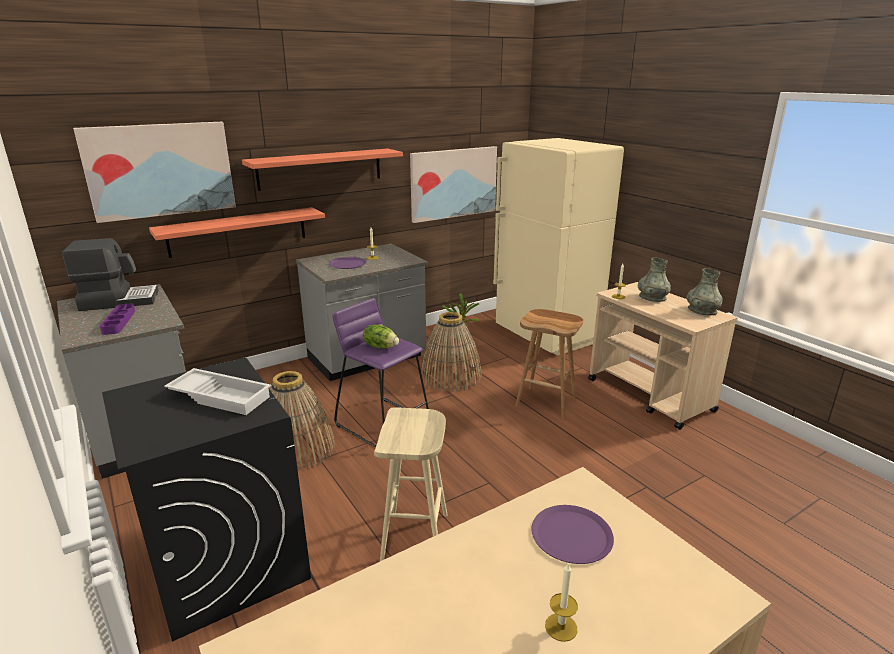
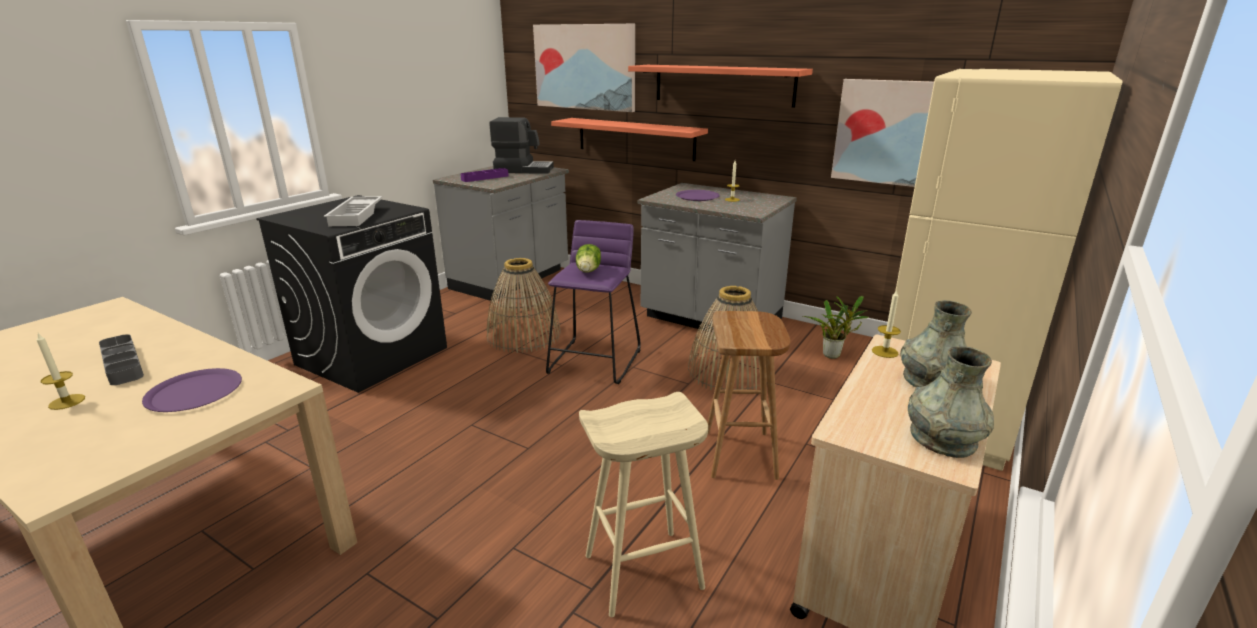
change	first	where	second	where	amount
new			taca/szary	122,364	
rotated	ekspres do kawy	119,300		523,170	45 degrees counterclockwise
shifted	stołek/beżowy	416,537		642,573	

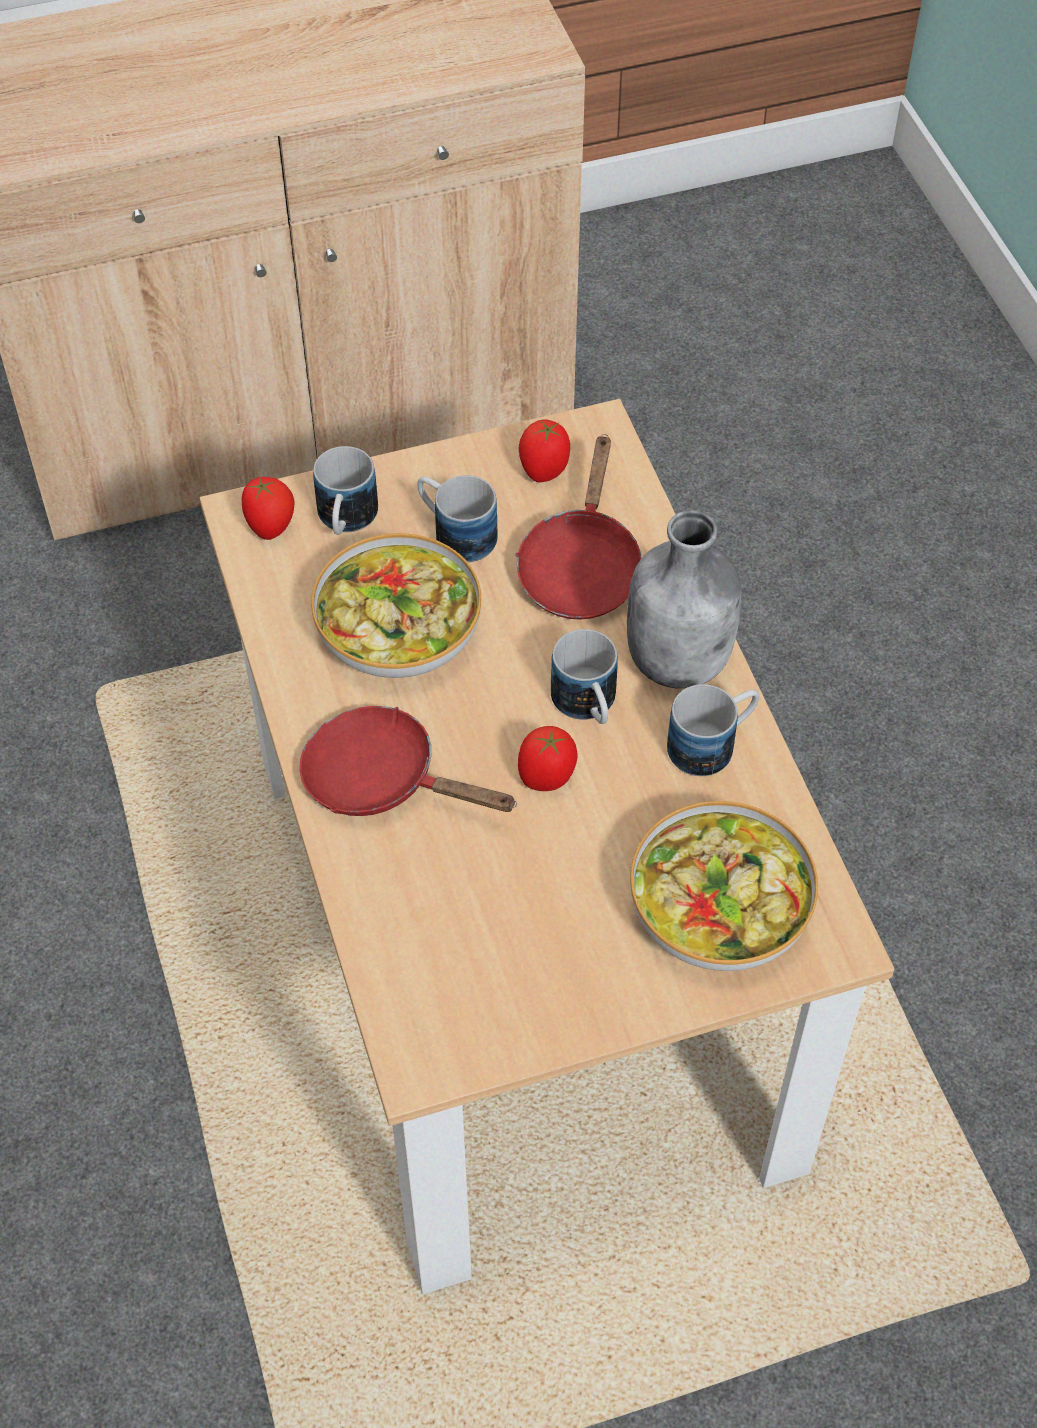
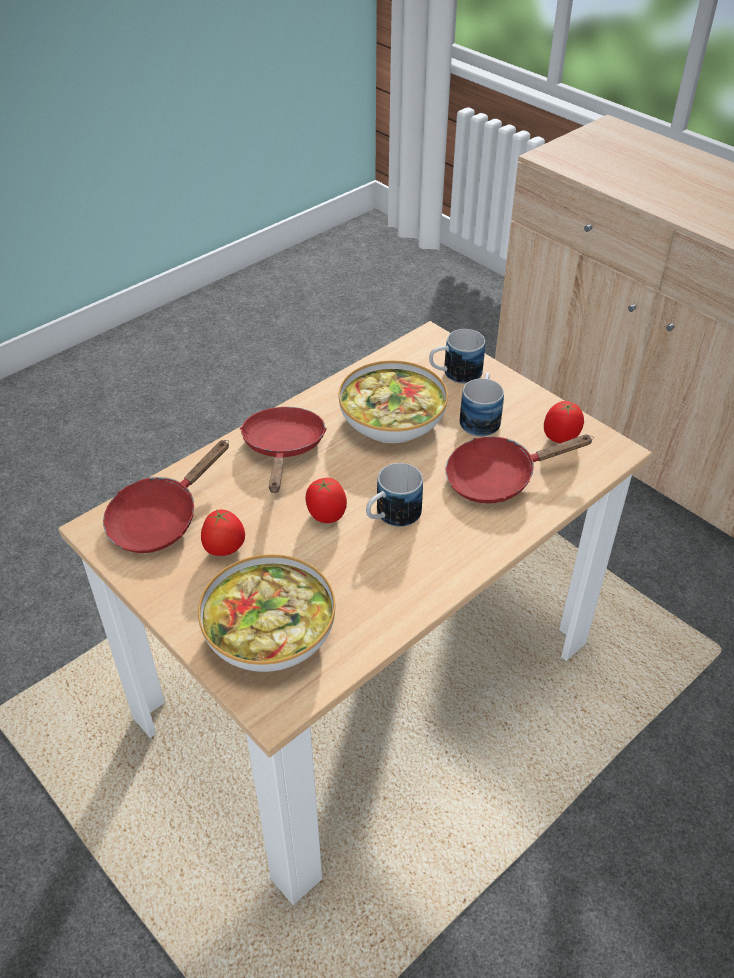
change	first	where	second	where	amount
new			patelnia/czerwony	160,519	
shifted	pomidor	271,527		225,550	
gone	butelka/szary	680,660			
gone	kubek	713,743			

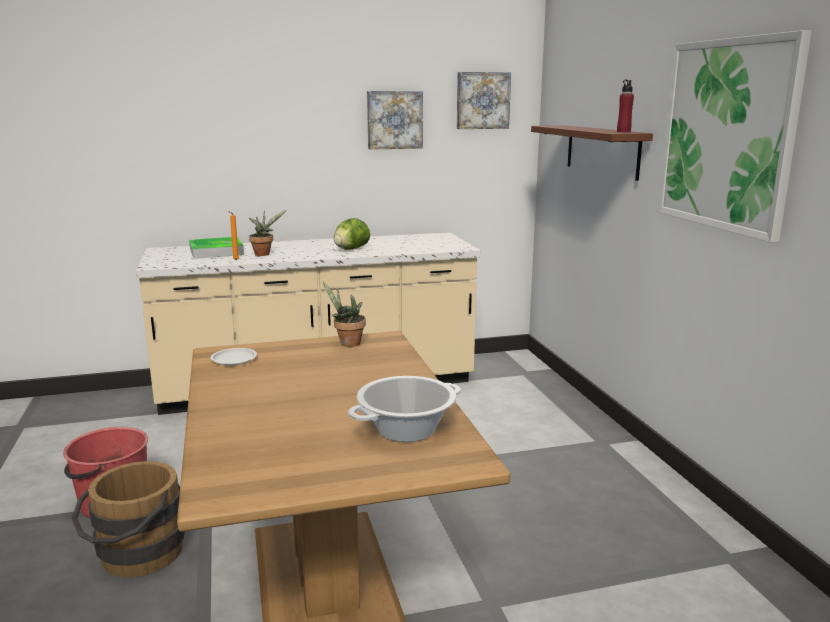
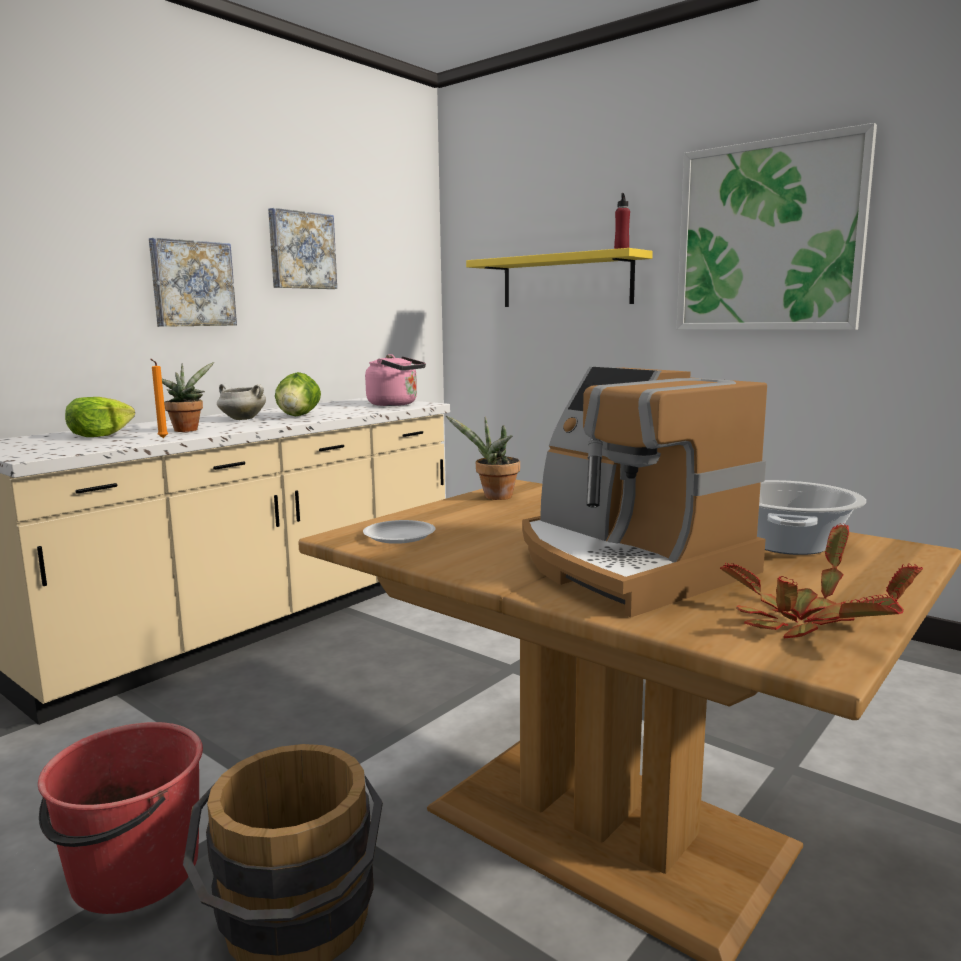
change	first	where	second	where	amount
swapped	taca	216,251	sałata	100,435	
shifted	obraz	482,100		192,284	
new			garnek/biały	242,419	
new			czajnik/różowy	395,404	
repainted	półka/brązowy	602,151	półka/żółty	566,281	
new			ekspres do kawy	626,565	
new			roślina doniczkowa	807,623	

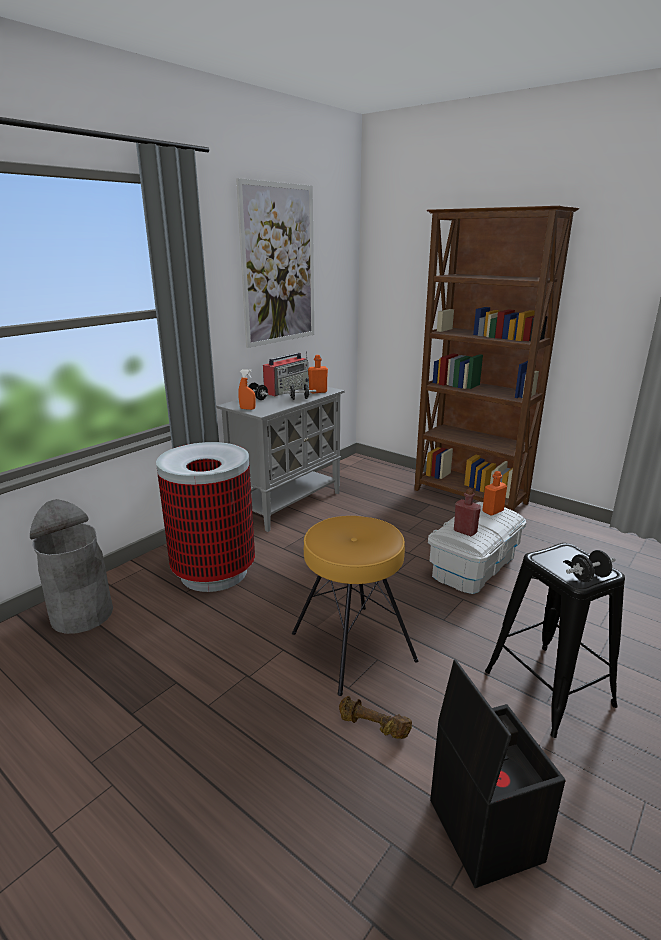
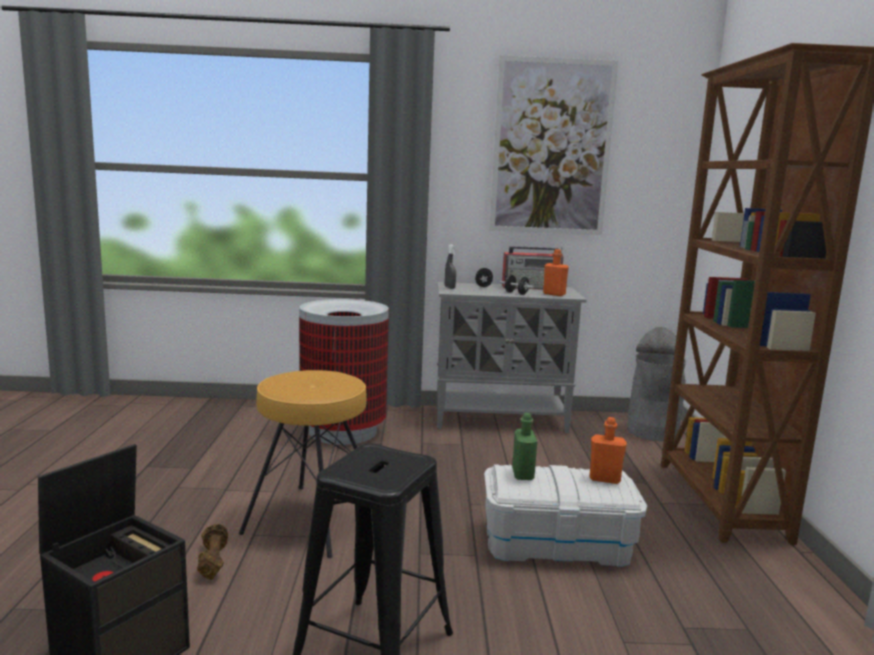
change	first	where	second	where	amount
repainted	spryskiwacz/pomarańczowy	247,409	spryskiwacz/szary	449,288	
repainted	butelka/czerwony	465,531	butelka/zielony	522,474	
shifted	kosz na śmieci/szary	82,614		652,431	
gone	hantel/czarny	588,577			

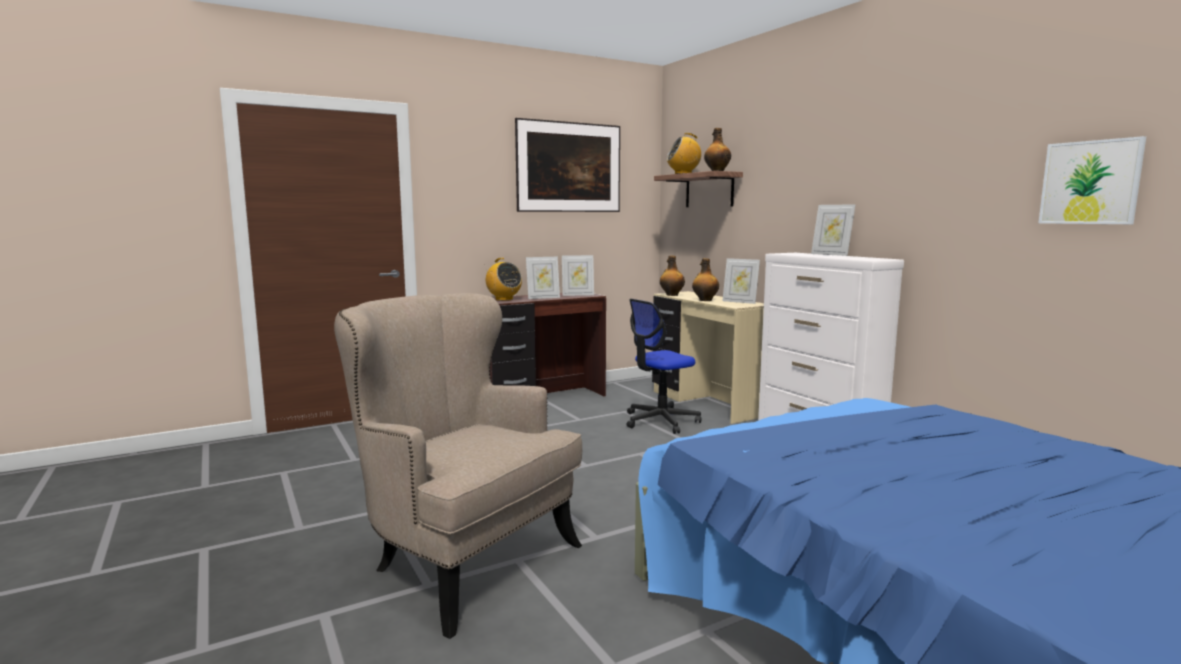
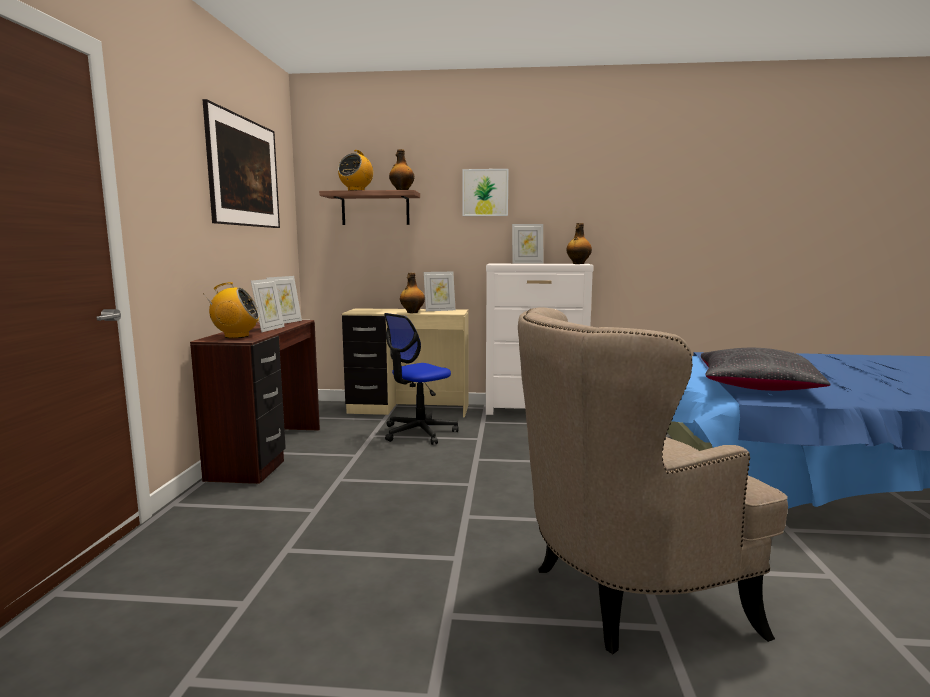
change	first	where	second	where	amount
rotated	krzesło biurowe	660,421		419,432	45 degrees clockwise
shifted	obraz	1090,182		485,192	
shifted	butelka	671,295		578,264	
new			poduszka/czarny	756,387	

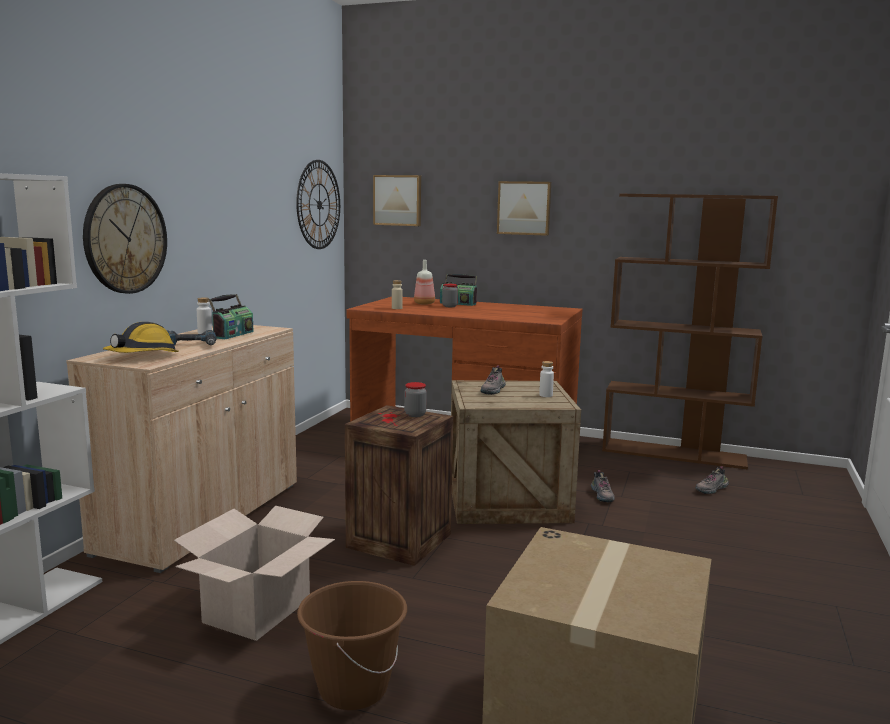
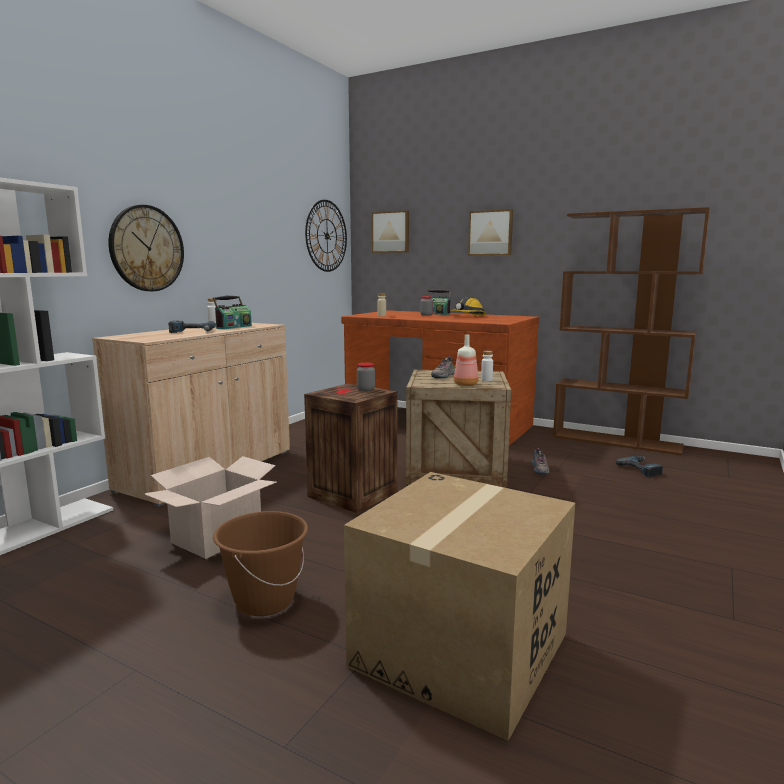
change	first	where	second	where	amount
shifted	kask	143,356		468,316	
shifted	butelka	424,303		466,384	
swapped	but	712,489	wiertarka	642,469	

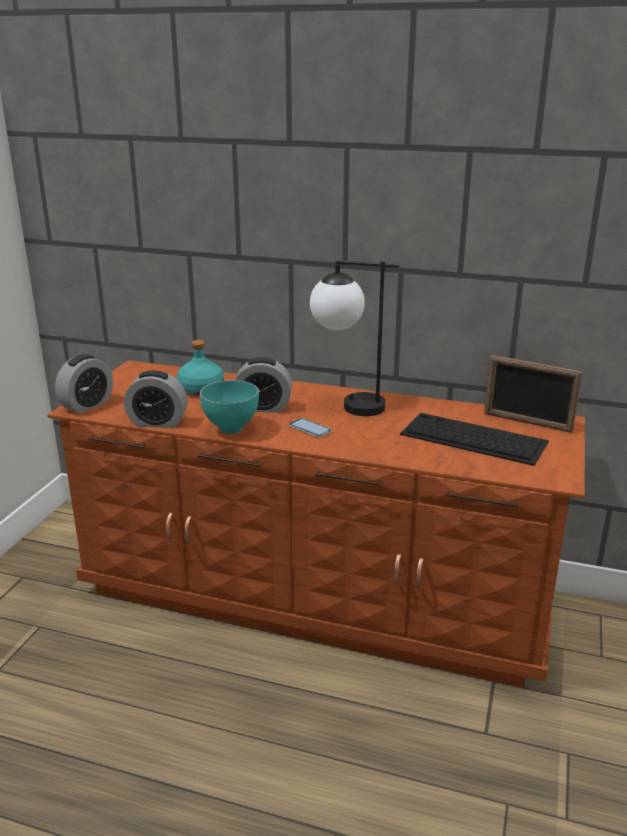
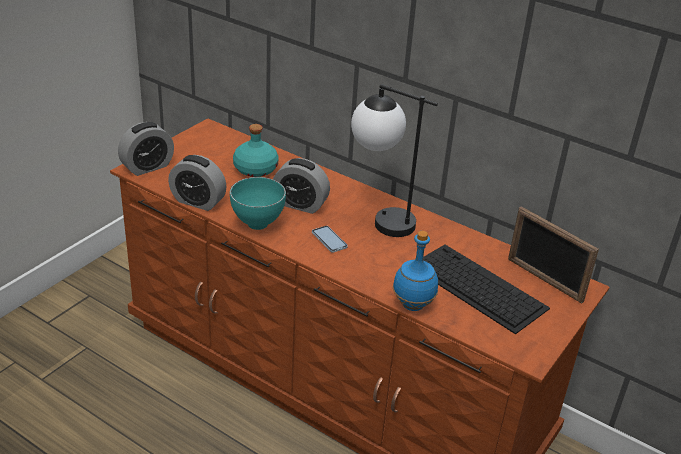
change	first	where	second	where	amount
new			butelka/niebieski	412,305	

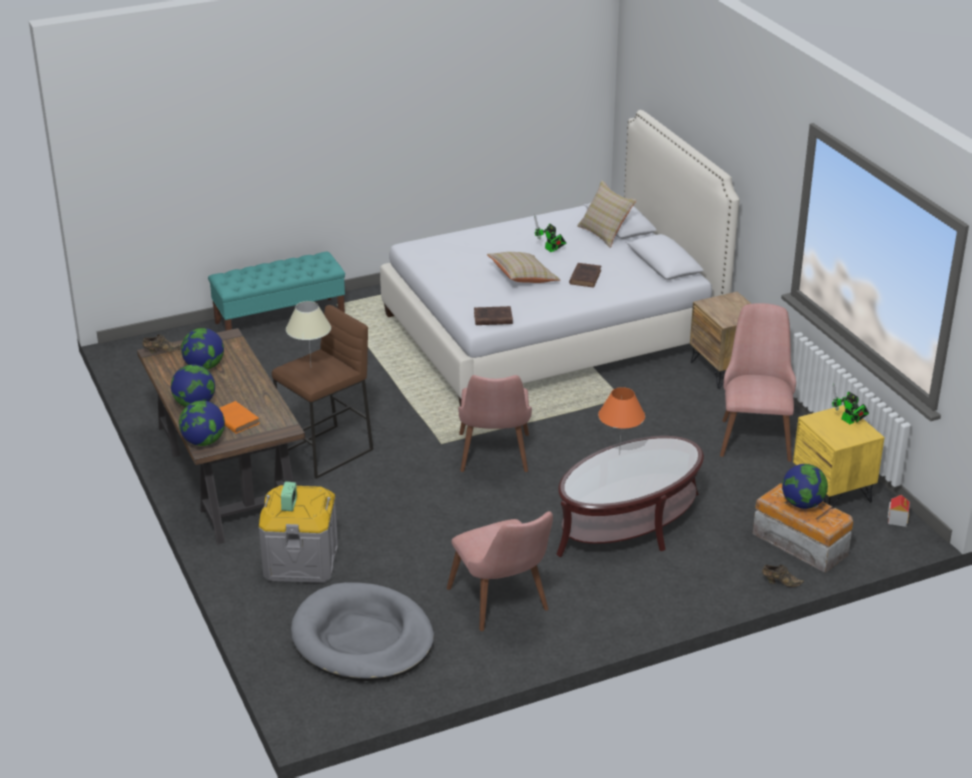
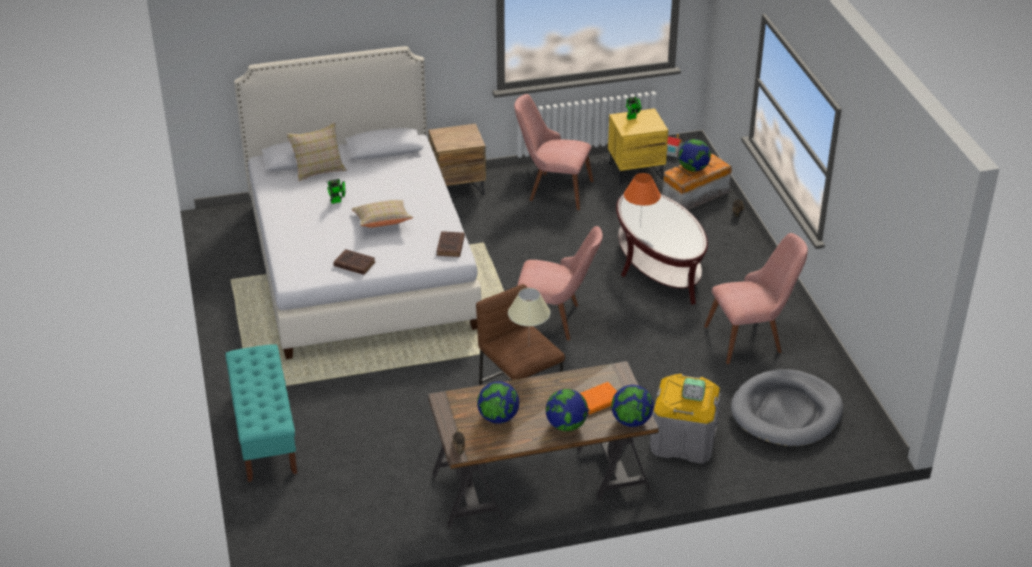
change	first	where	second	where	amount
shifted	książka/brązowy	585,277		353,264	

